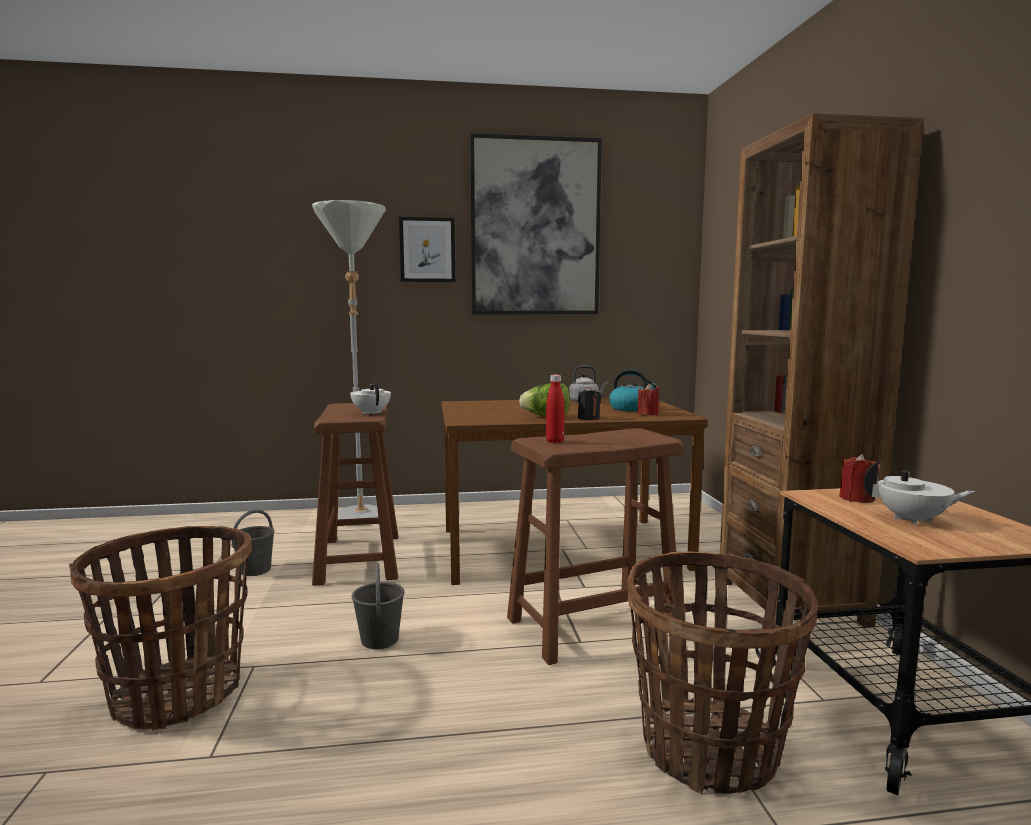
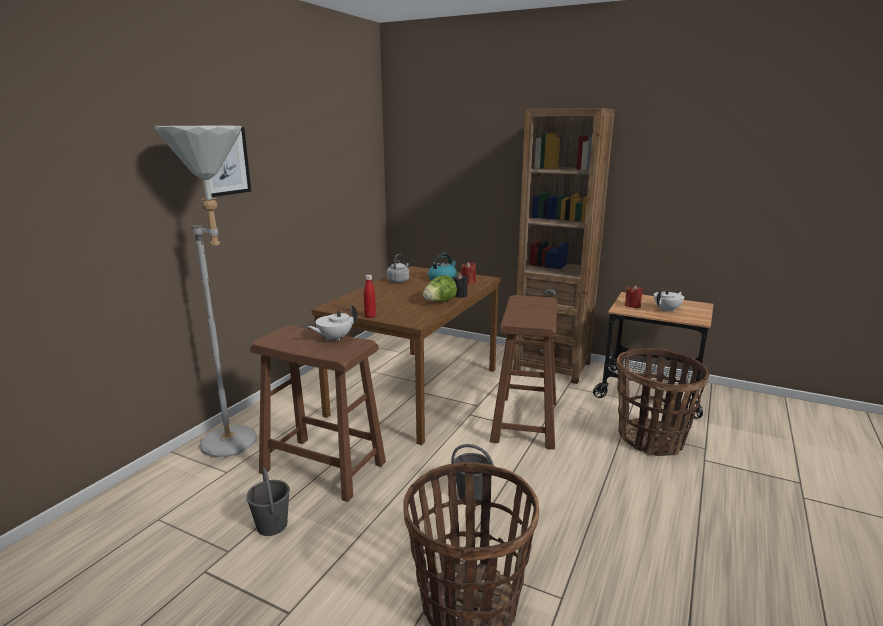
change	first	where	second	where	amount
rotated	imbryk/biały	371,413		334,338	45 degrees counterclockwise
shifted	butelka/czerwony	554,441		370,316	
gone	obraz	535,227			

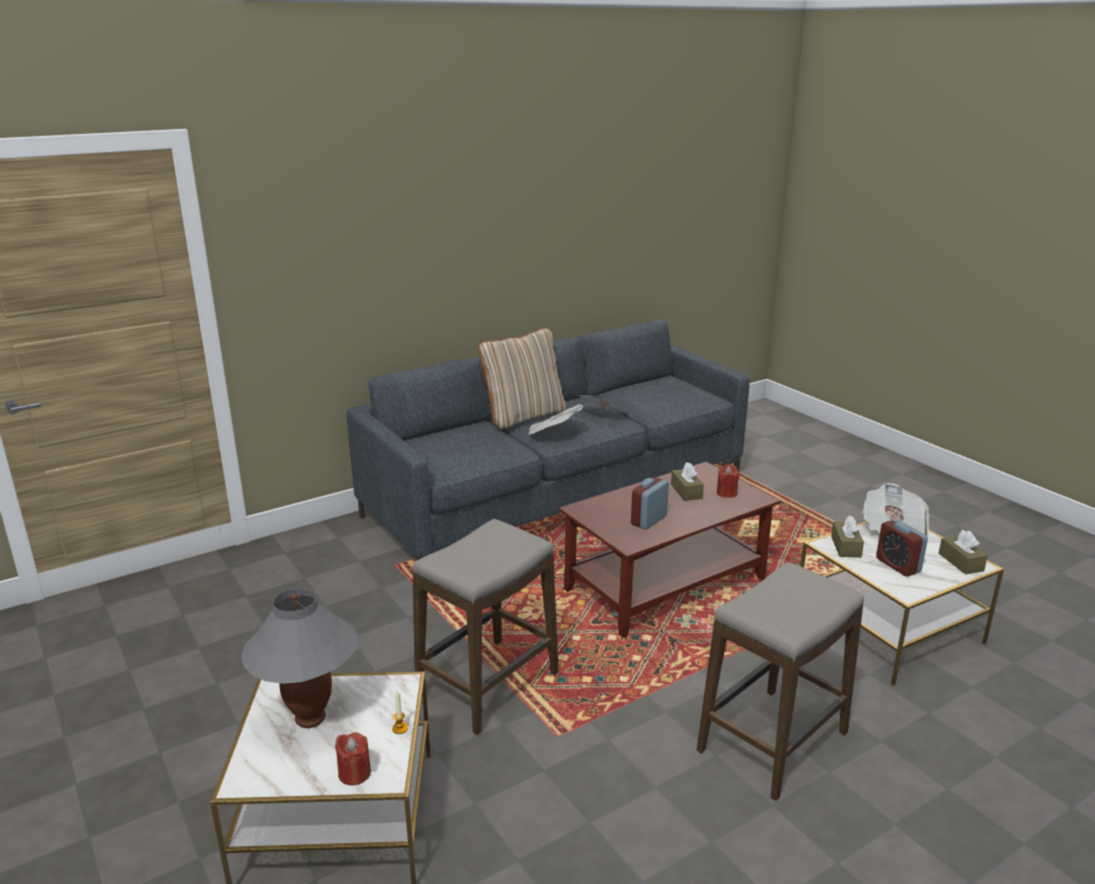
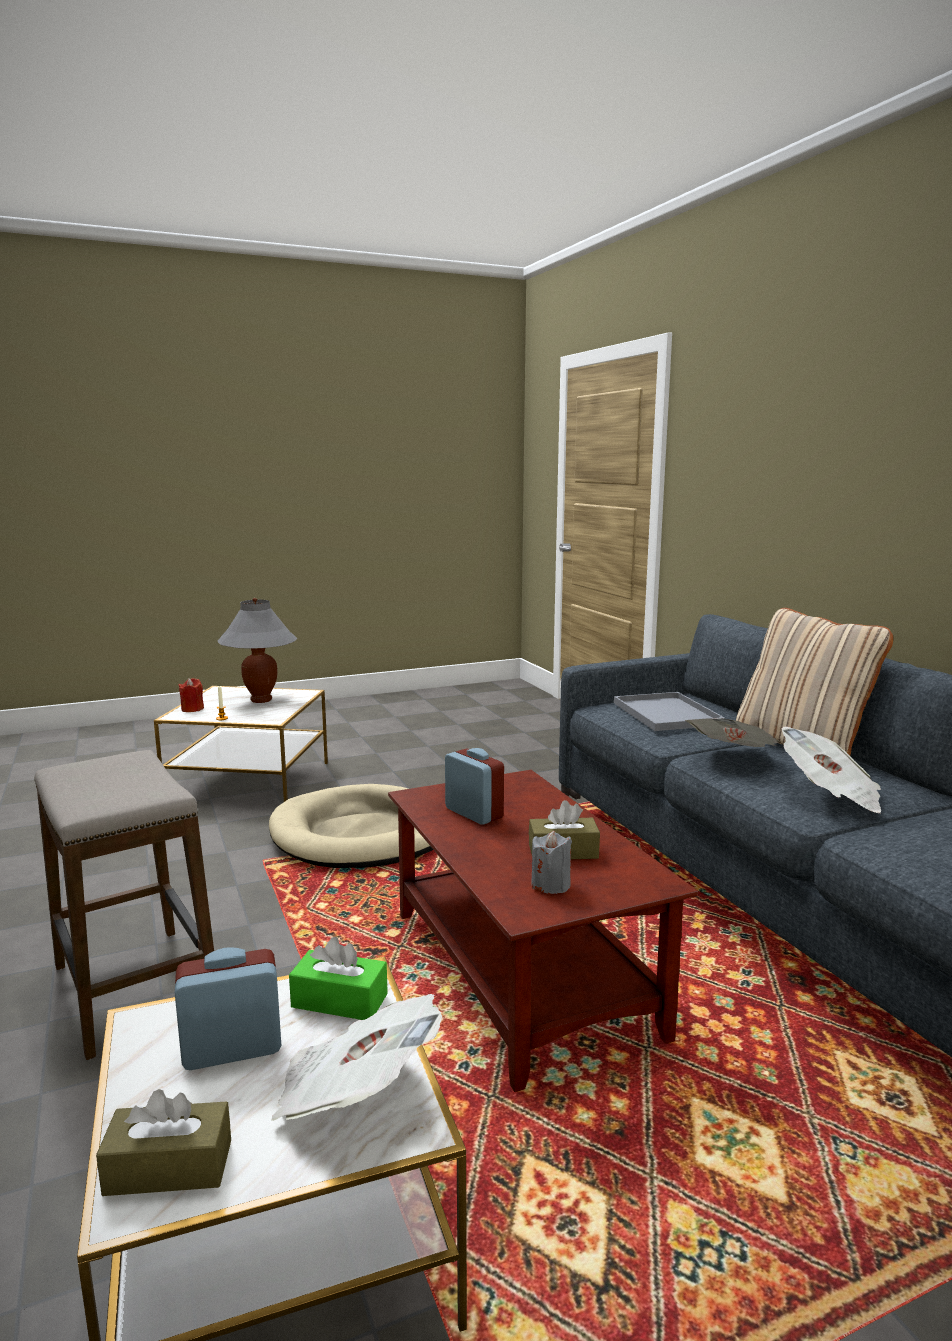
change	first	where	second	where	amount
swapped	stołek	487,685	legowisko/beżowy	361,835	
repainted	pudełko chusteczek/brązowy	845,547	pudełko chusteczek/zielony	339,1000	
repainted	świeca/czerwony	726,493	świeca/szary	550,885	
new			taca/szary	664,713	

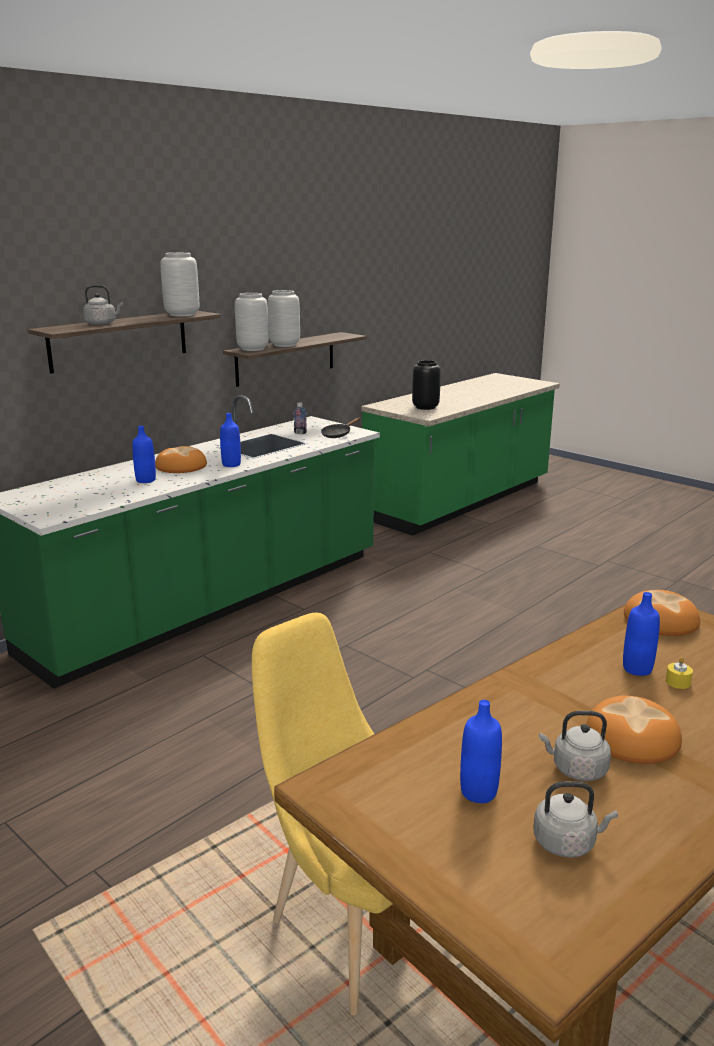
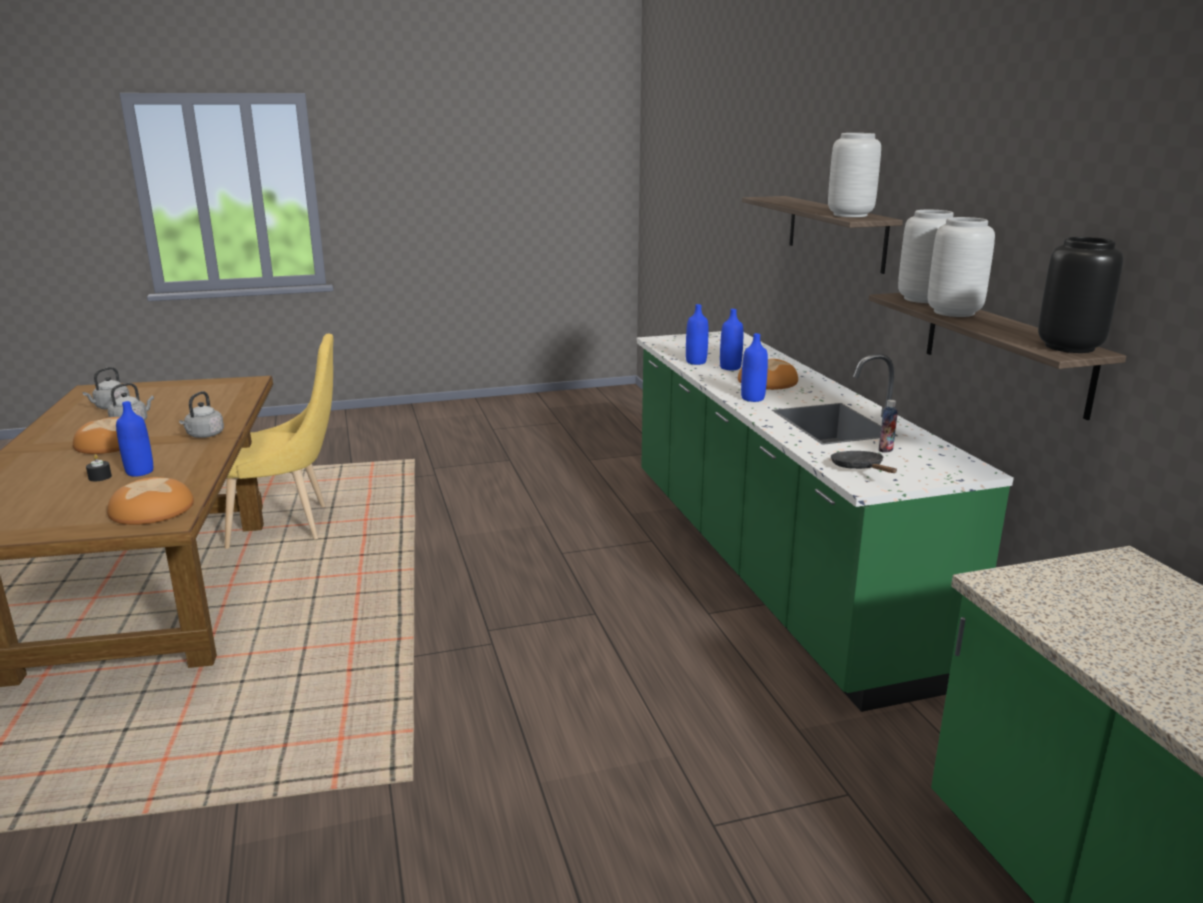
change	first	where	second	where	amount
repainted	świeca/żółty	678,682	świeca/czarny	100,477	
shifted	czajnik/szary	102,323		204,435	
shifted	butelka/niebieski	478,792		696,362	
shifted	wazon/czarny	425,407		1069,347	

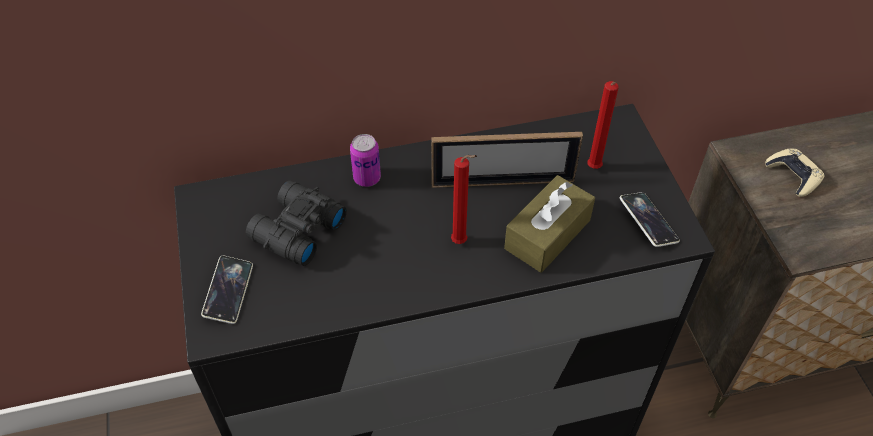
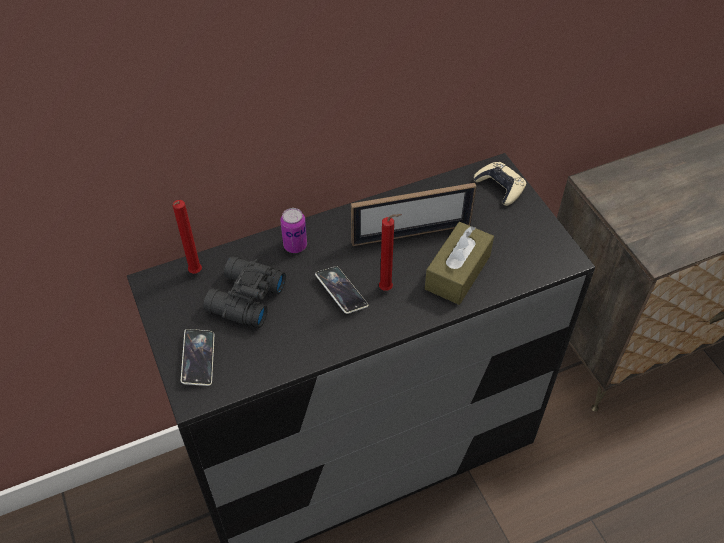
change	first	where	second	where	amount
shifted	świeca/czerwony	593,169		195,273	
shifted	telefon	648,222		341,292	
shifted	pad do gier/beżowy	793,176		500,187	

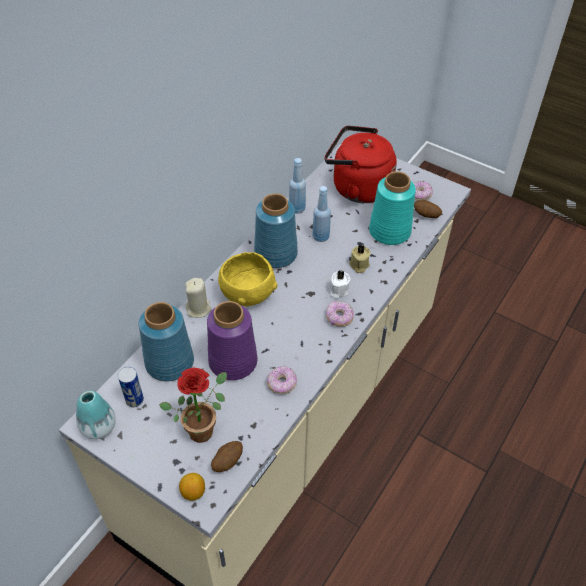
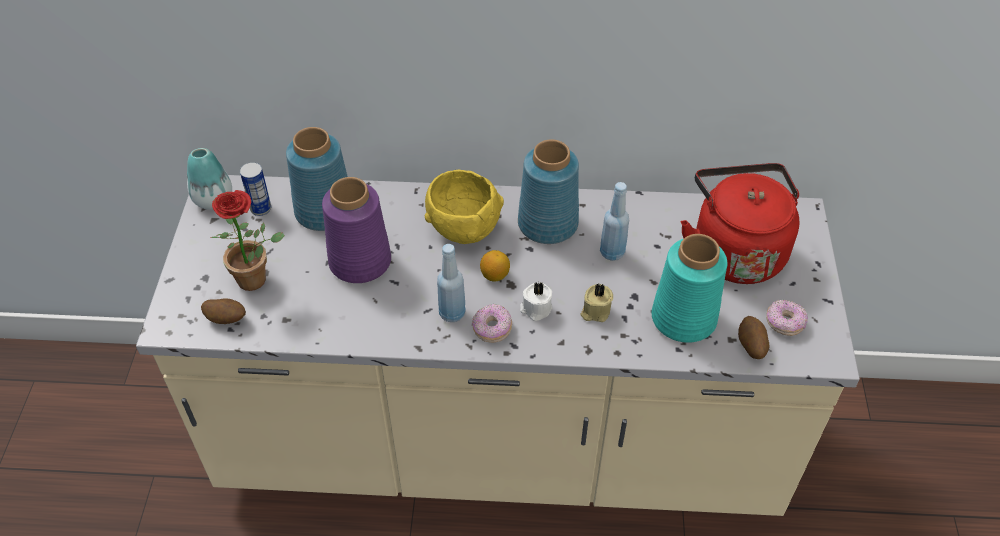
change	first	where	second	where	amount
shifted	butelka/niebieski	297,208		452,313	
shifted	cytryna	193,492		495,275	
gone	świeca/beżowy	198,309			
gone	donut	282,384			

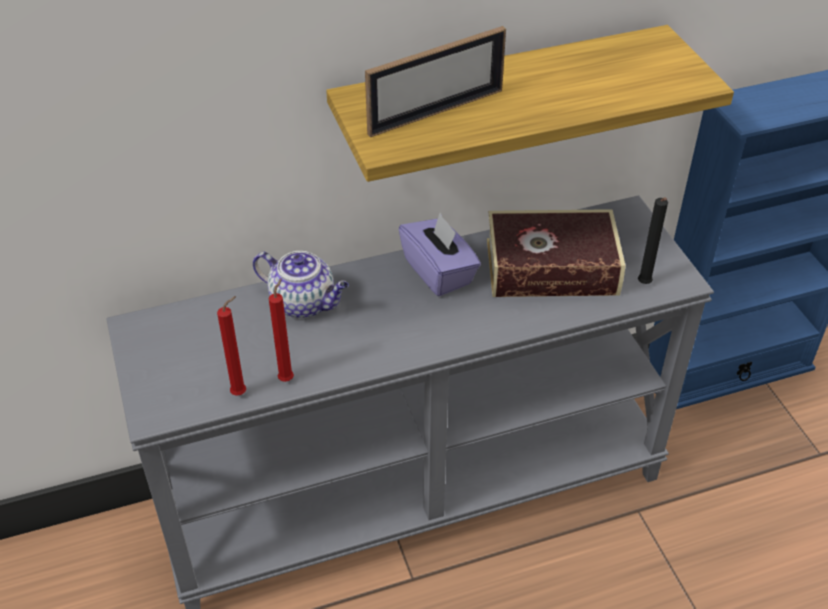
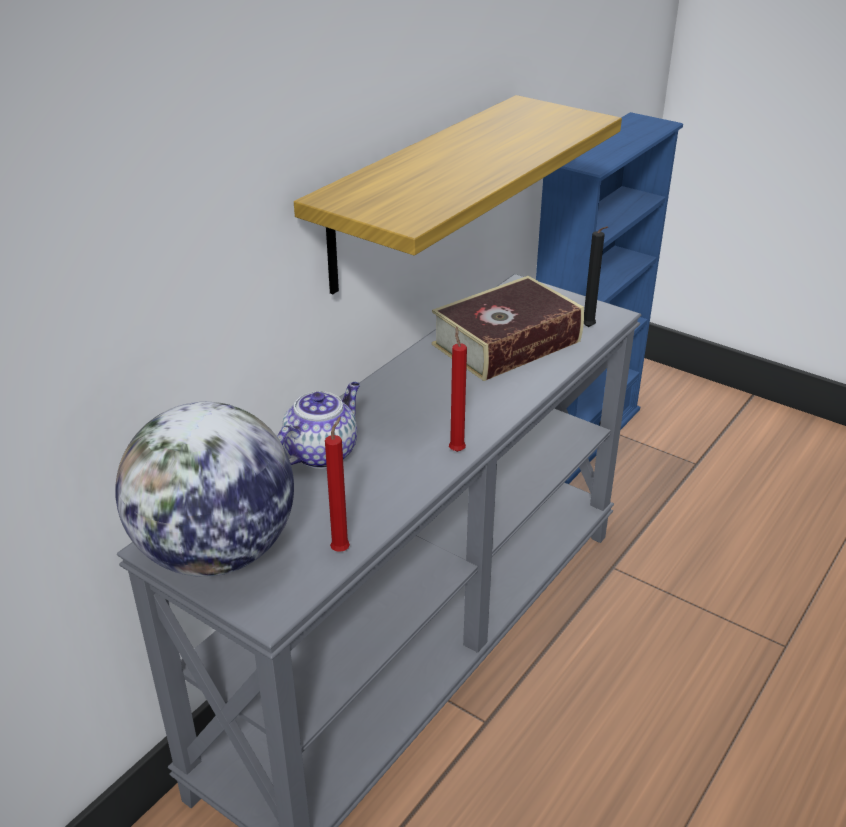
change	first	where	second	where	amount
new			globus	216,553	
rotated	imbryk	304,303		321,452	45 degrees counterclockwise
shifted	świeca/czerwony	287,378		456,449	
gone	ramka na zdjęcie	436,112			
gone	pudełko chusteczek/fioletowy	439,272			

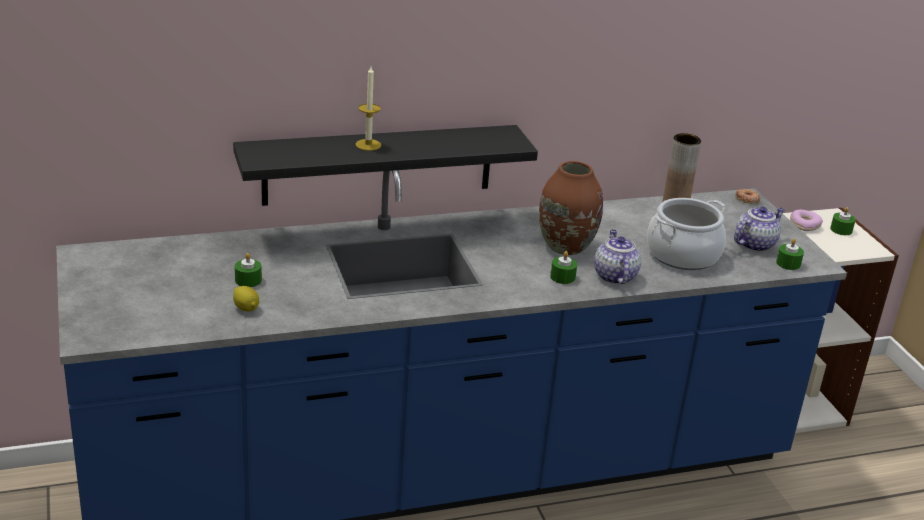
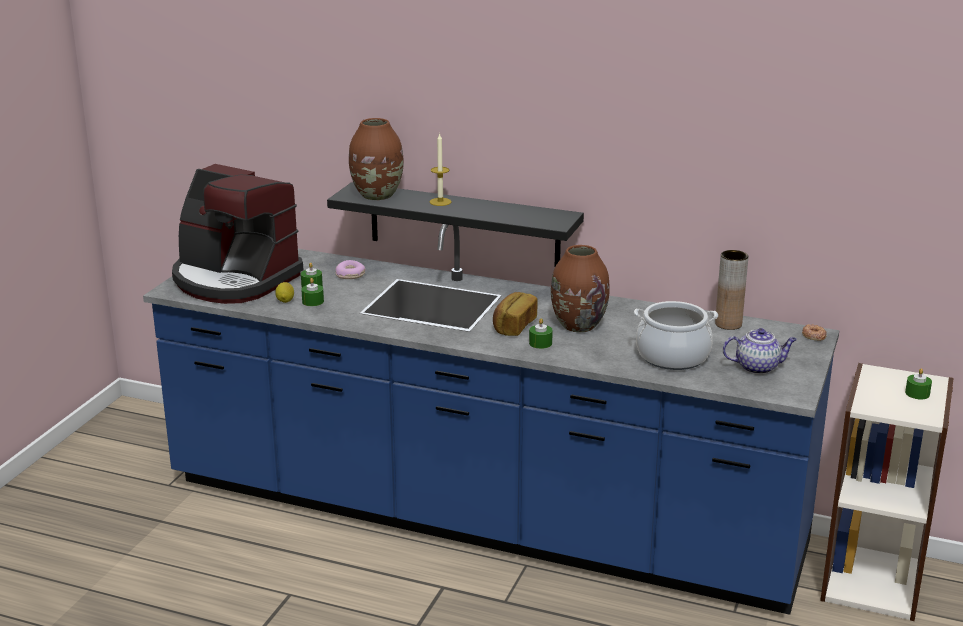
change	first	where	second	where	amount
new			ekspres do kawy	234,279	
shifted	świeca/zielony	788,263		313,301	
shifted	donut	804,225		350,275	
new			wazon/brązowy	377,195	
new			chleb	513,326	
gone	imbryk	614,276			

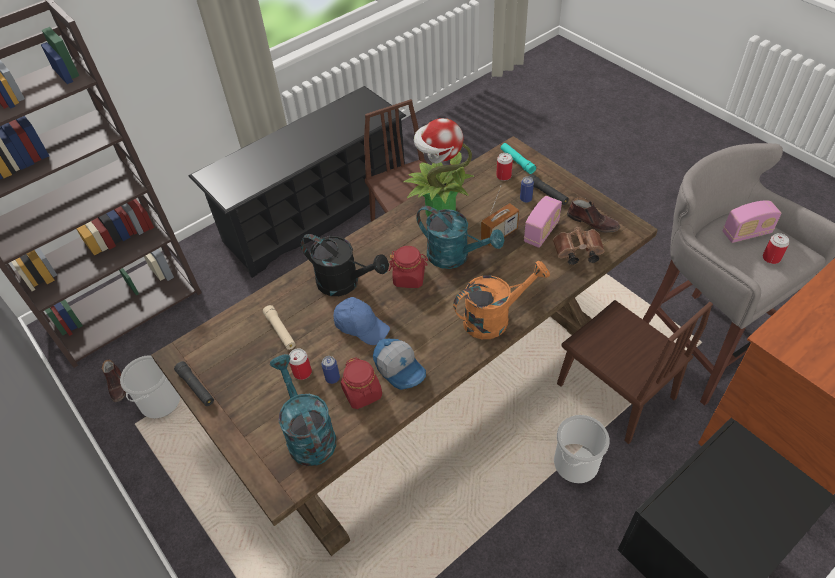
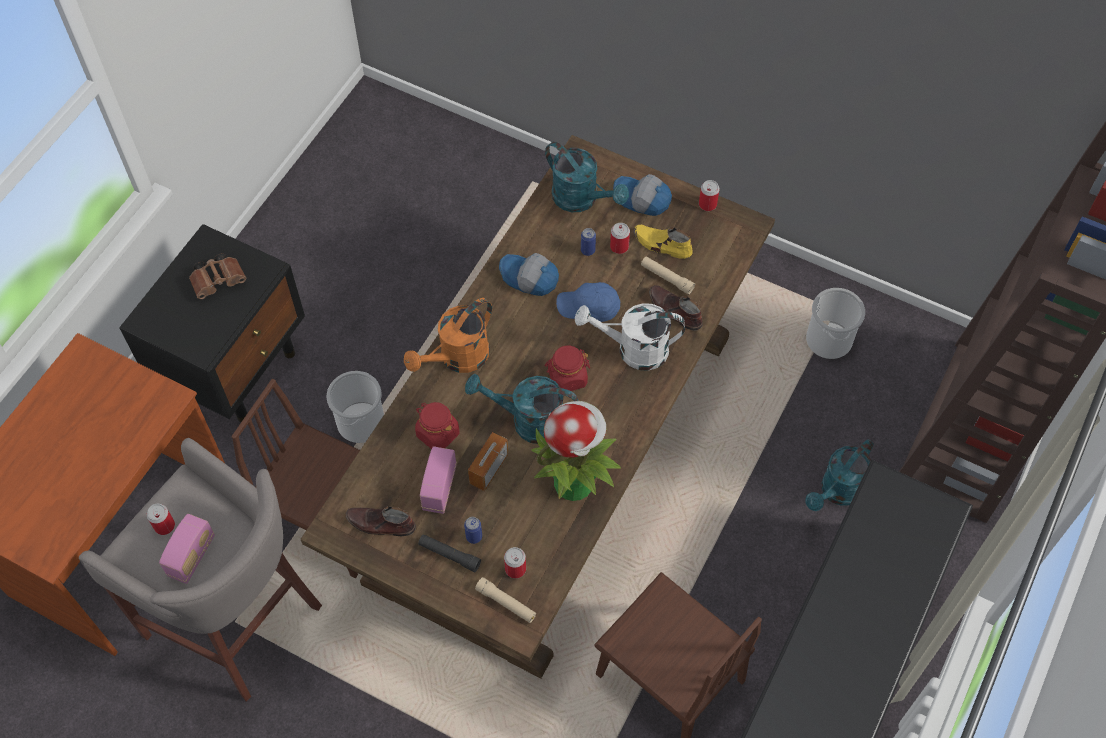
change	first	where	second	where	amount
rotated	radio	746,233		192,556	150 degrees clockwise
shifted	lornetka/brązowy	576,253		220,281	
shifted	słoik/czerwony	362,393		437,434	
repainted	latarka/turkusowy	517,161	latarka/beżowy	506,603	
repainted	konewka/czarny	345,283	konewka/biały	633,350	
new			czapka z daszkiem	642,200	
new			but/żółty	662,245	
shifted	but/brązowy	117,385		674,311	
swapped	latarka/czarny	196,387	puszka	707,204	
new			konewka/turkusowy	837,492	

